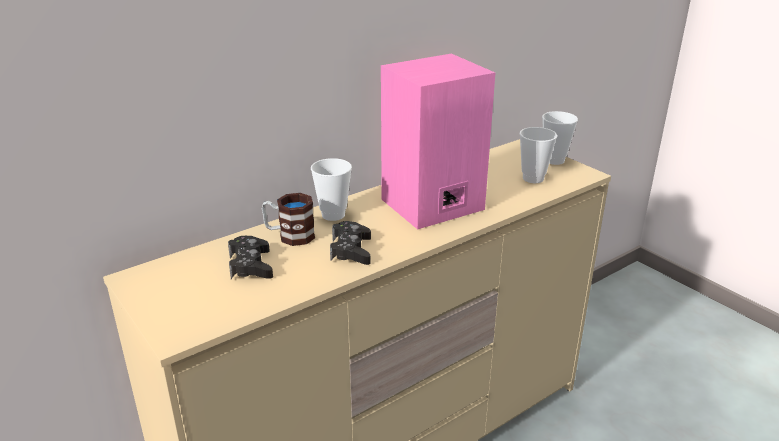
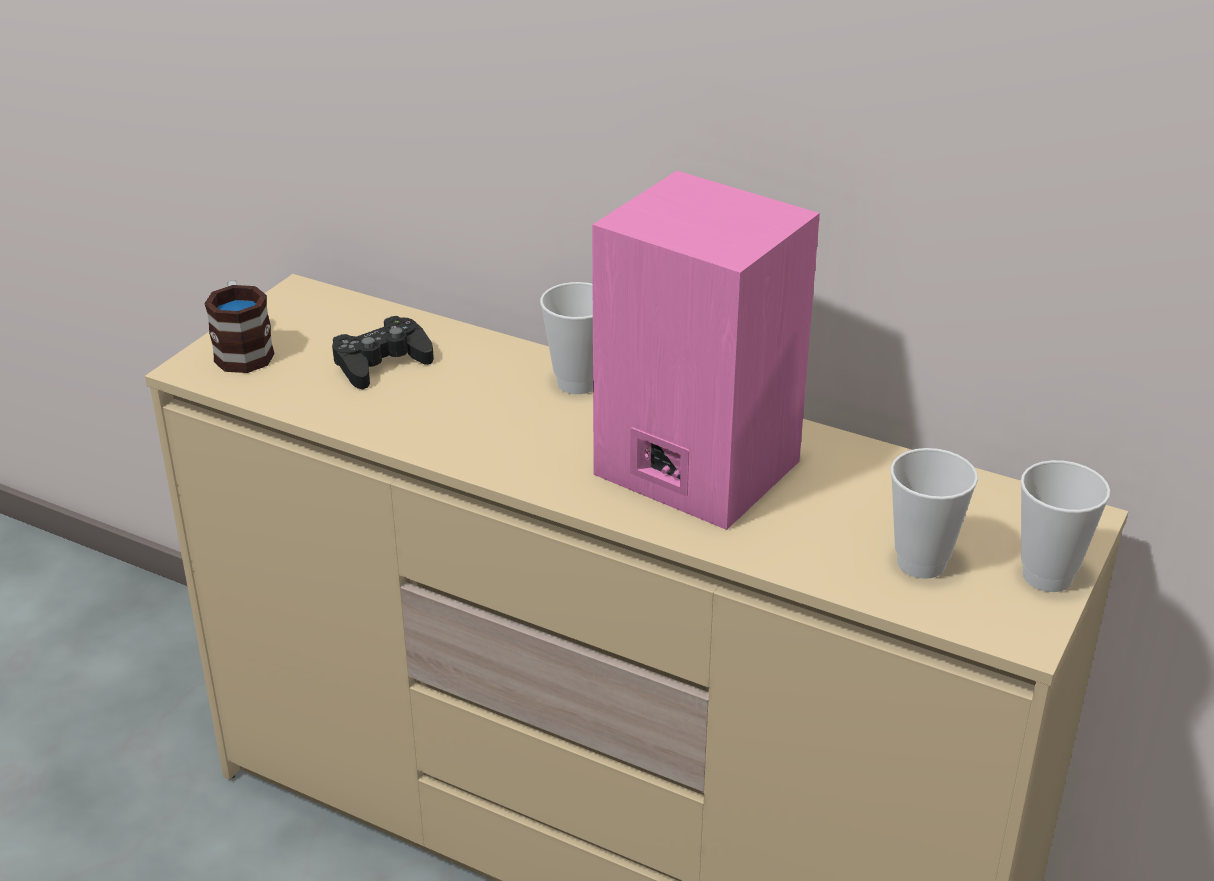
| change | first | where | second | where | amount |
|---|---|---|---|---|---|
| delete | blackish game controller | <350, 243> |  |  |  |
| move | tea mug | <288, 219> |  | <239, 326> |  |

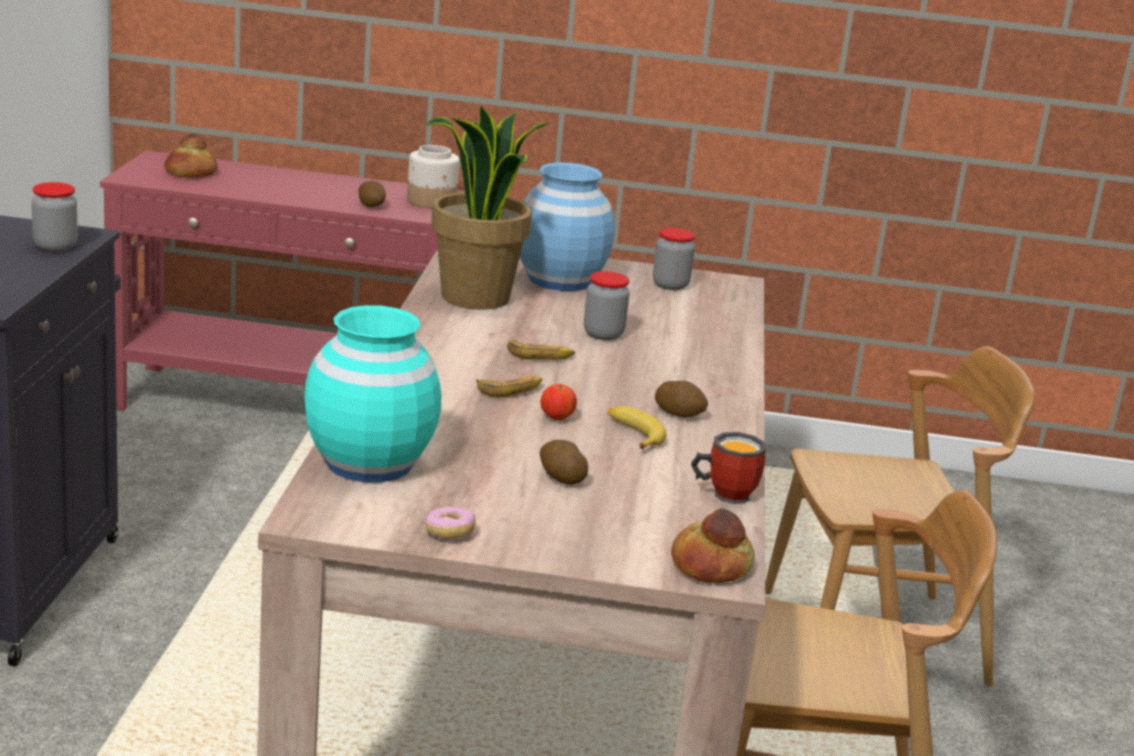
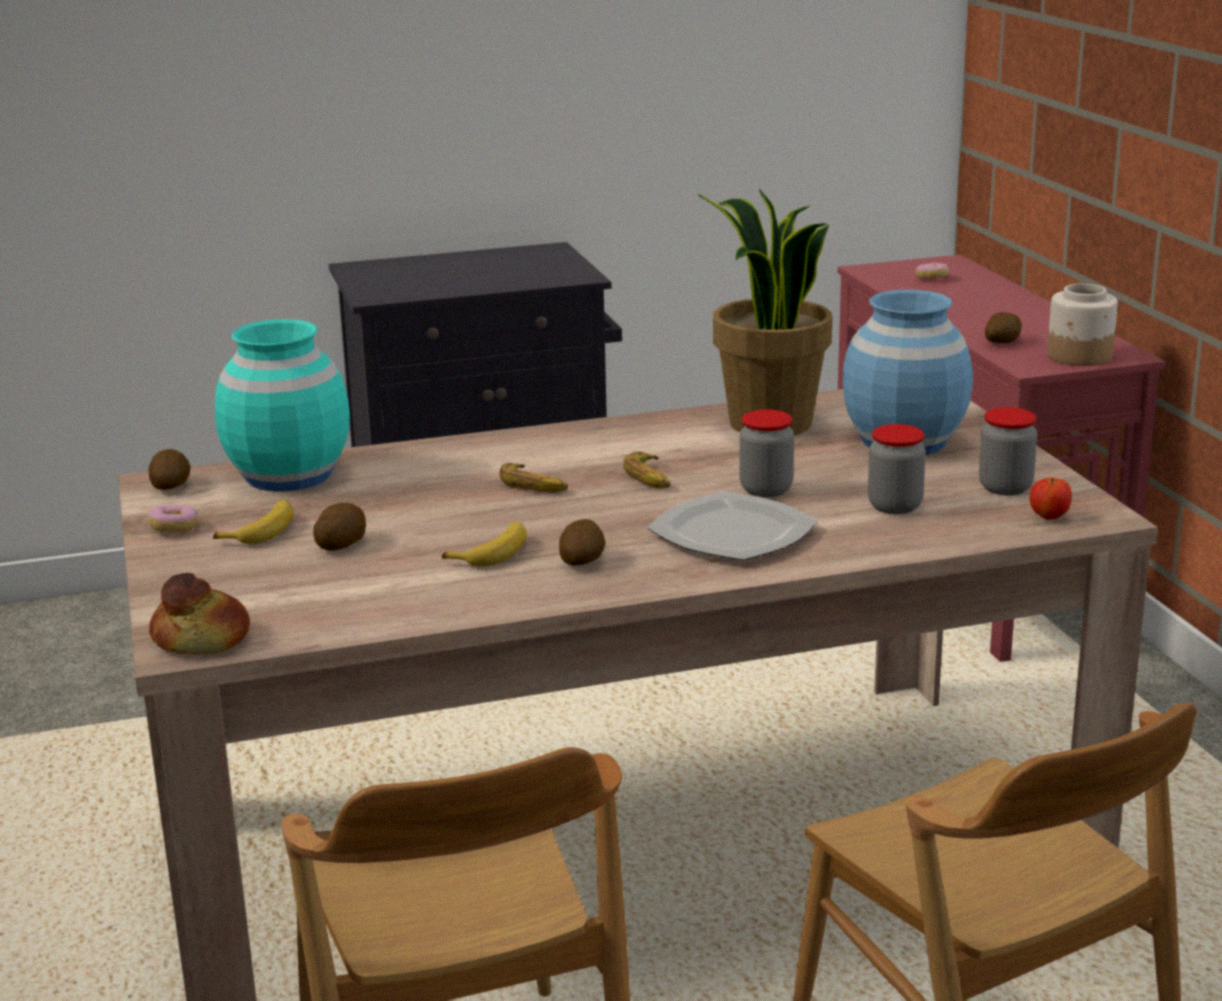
| change | first | where | second | where | amount |
|---|---|---|---|---|---|
| delete | tea mug | <728, 468> |  |  |  |
| insert |  |  | potato | <169, 469> |  |
| insert |  |  | banana | <253, 522> |  |
| insert |  |  | flat dish | <732, 526> |  |
| move | preserve jar | <54, 217> |  | <897, 469> |  |
| move | apple fruit | <559, 402> |  | <1051, 499> |  |
| replace | bread | <190, 155> | ring doughnut | <932, 271> |  |

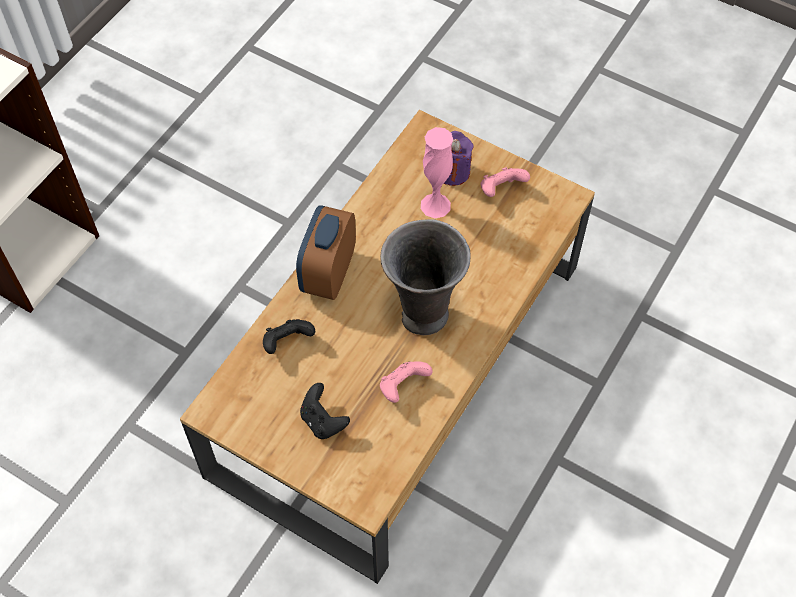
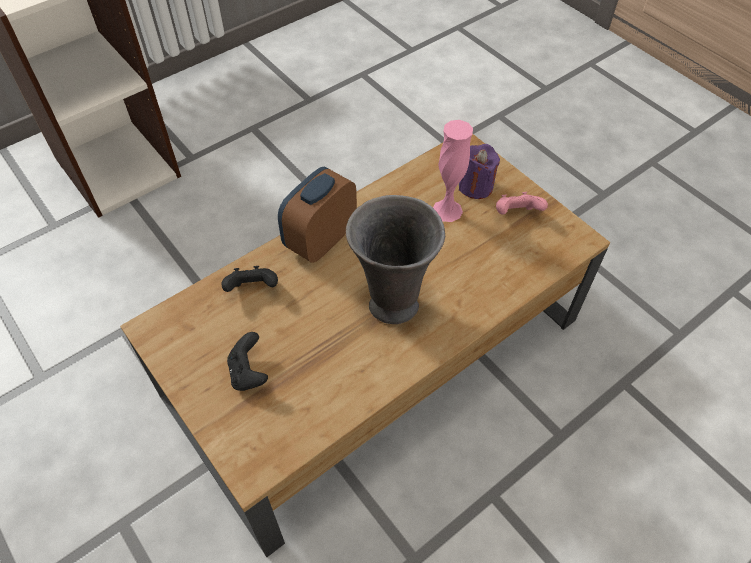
| change | first | where | second | where | amount |
|---|---|---|---|---|---|
| delete | pink game controller | <406, 382> |  |  |  |

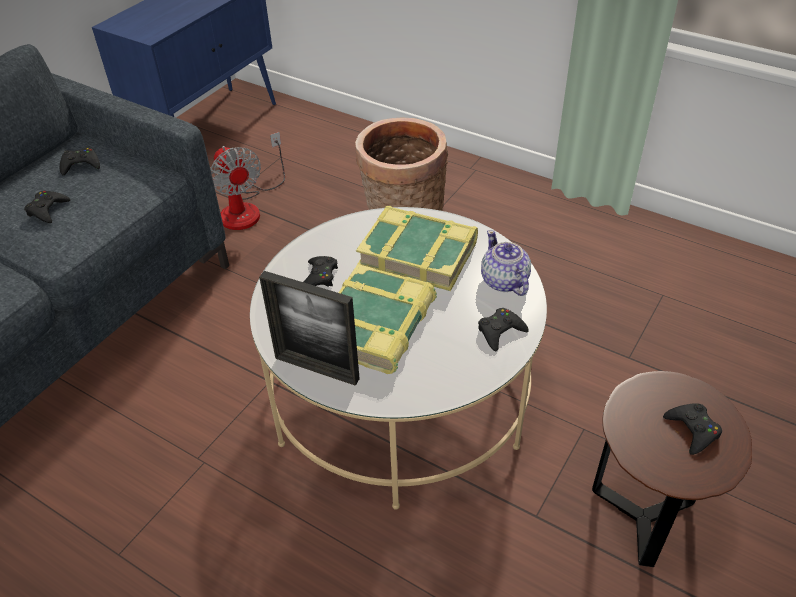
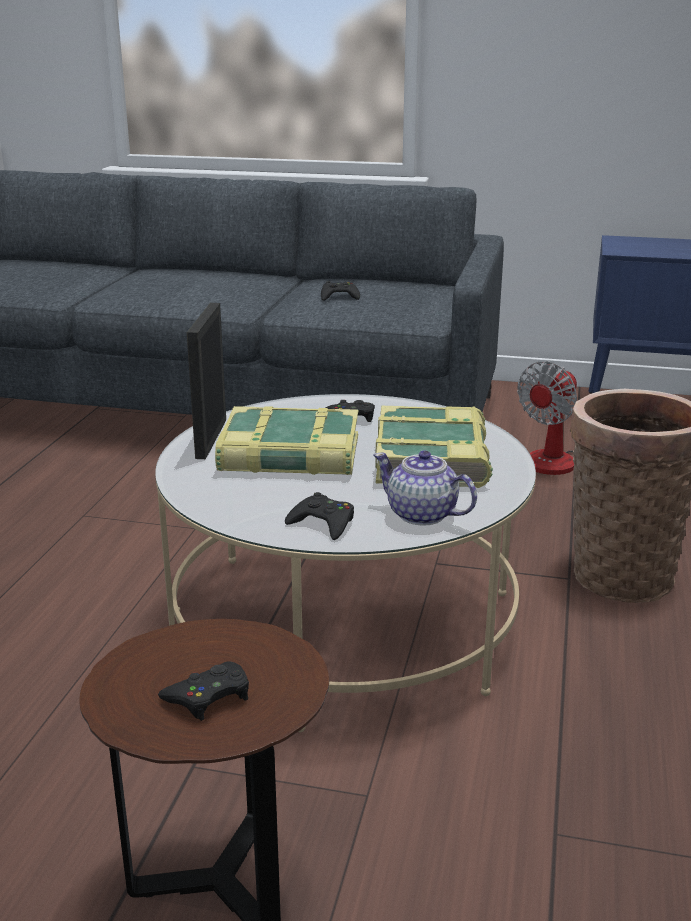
| change | first | where | second | where | amount |
|---|---|---|---|---|---|
| delete | blackish game controller | <80, 161> |  |  |  |
| rotate | pot for tea | <506, 263> |  | <425, 488> | 105 degrees counterclockwise |

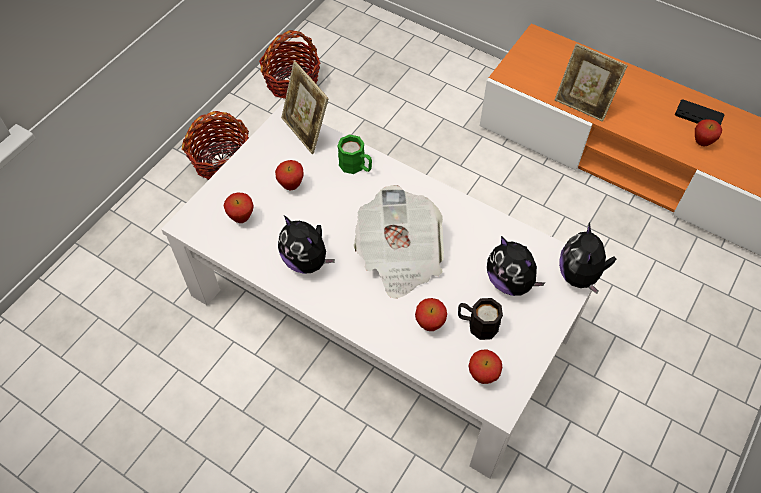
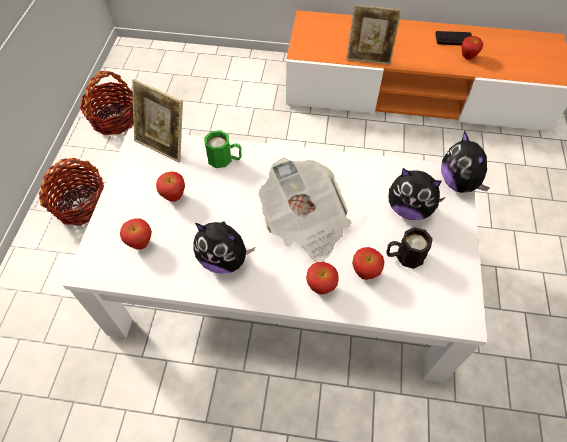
| change | first | where | second | where | amount |
|---|---|---|---|---|---|
| move | apple fruit | <485, 366> |  | <322, 278> |  |

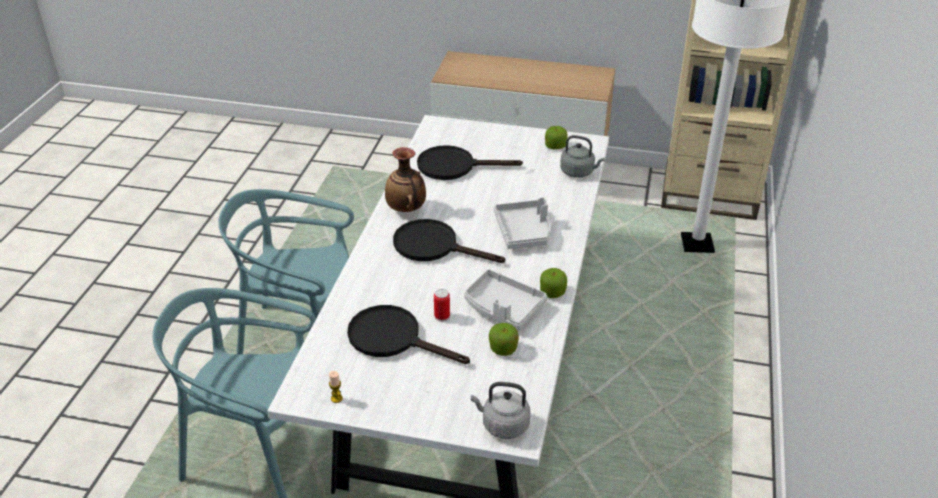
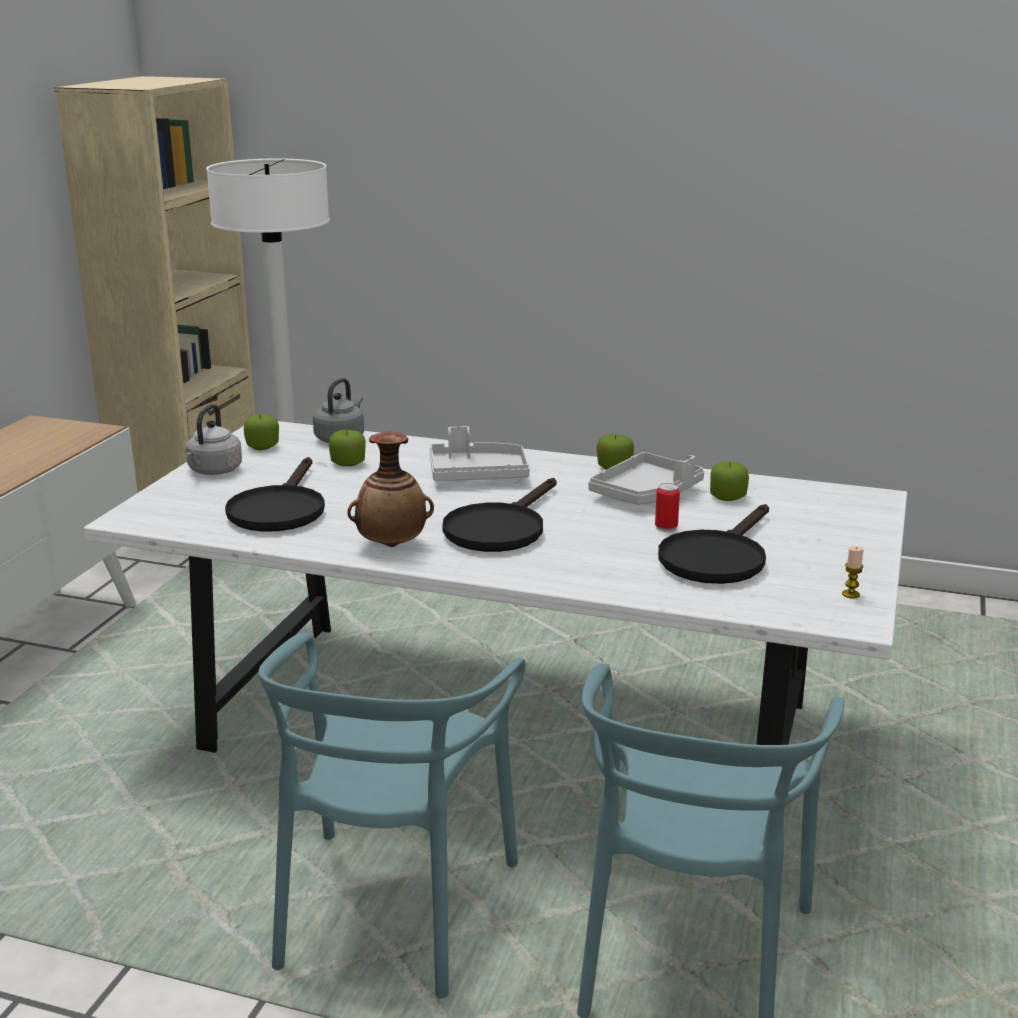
| change | first | where | second | where | amount |
|---|---|---|---|---|---|
| insert |  |  | apple fruit | <347, 448> |  |
| move | greyish water kettle | <500, 410> |  | <213, 439> |  |

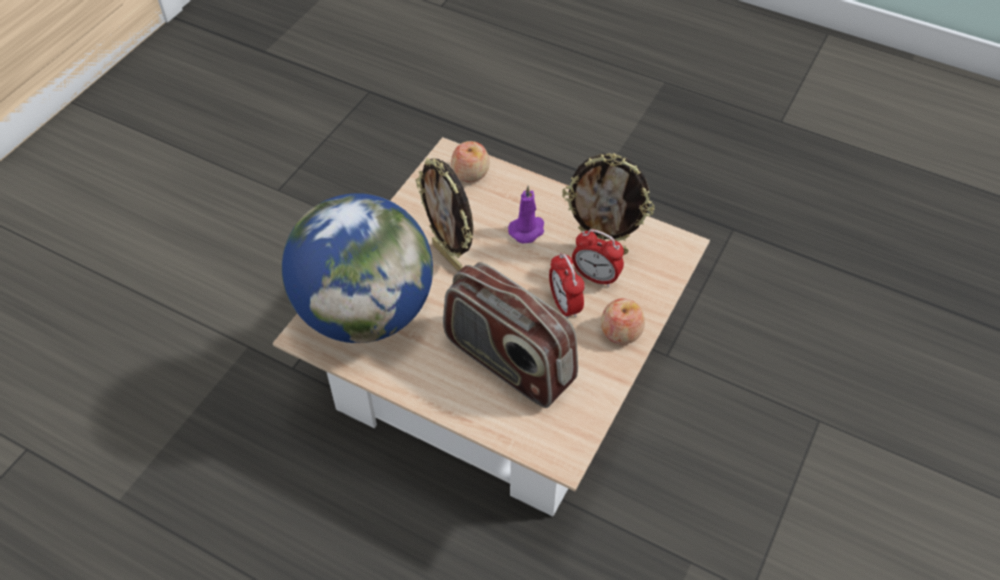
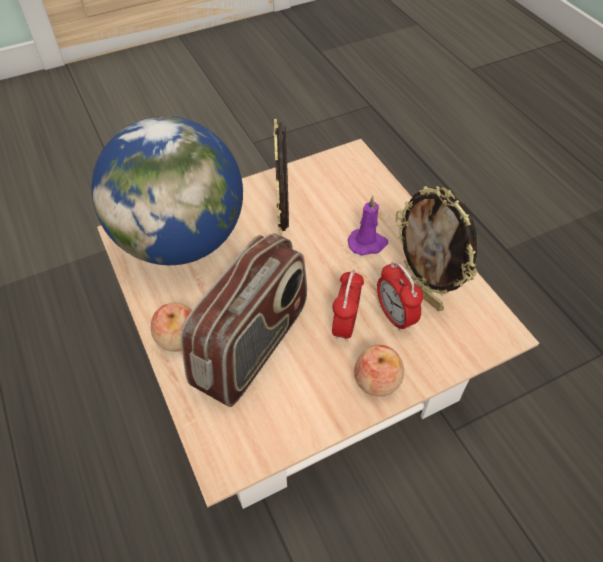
| change | first | where | second | where | amount |
|---|---|---|---|---|---|
| move | apple fruit | <470, 161> |  | <171, 327> |  |
| rotate | radio | <510, 335> |  | <244, 320> | 135 degrees counterclockwise |

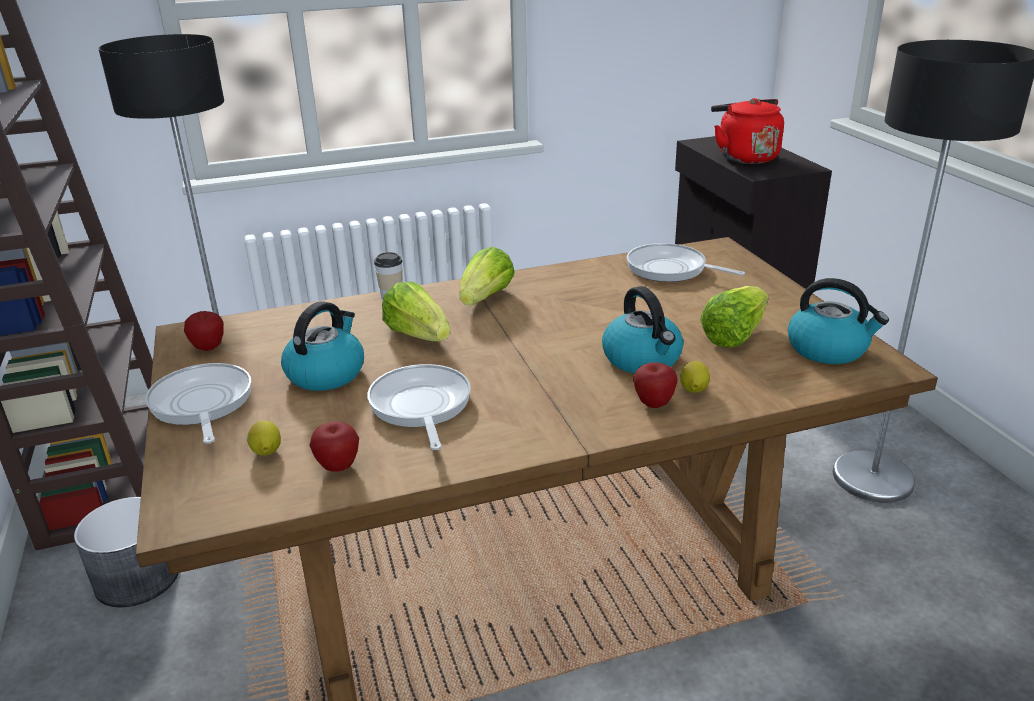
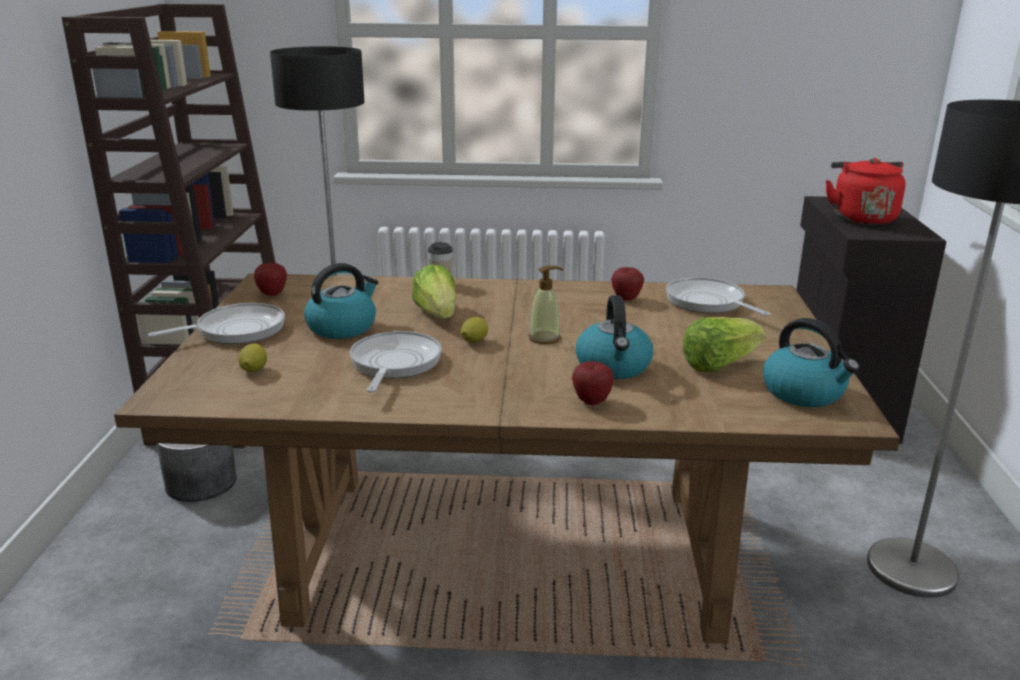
| change | first | where | second | where | amount |
|---|---|---|---|---|---|
| delete | lettuce | <486, 276> |  |  |  |
| insert |  |  | soap dispenser | <546, 305> |  |
| move | apple fruit | <334, 446> |  | <627, 284> |  |
| move | whole lemon | <695, 377> |  | <474, 330> |  |
| rotate | frying pan | <198, 403> |  | <216, 323> | 60 degrees clockwise |

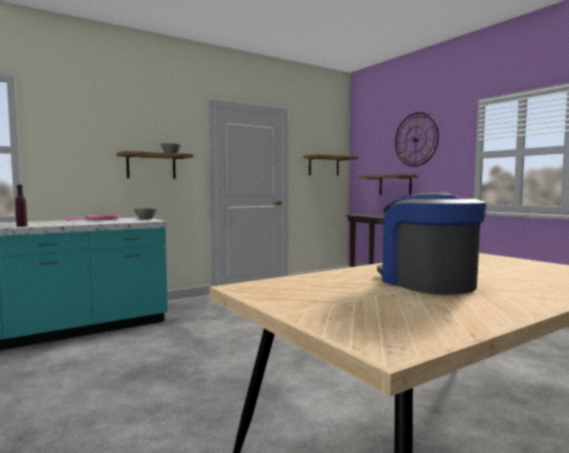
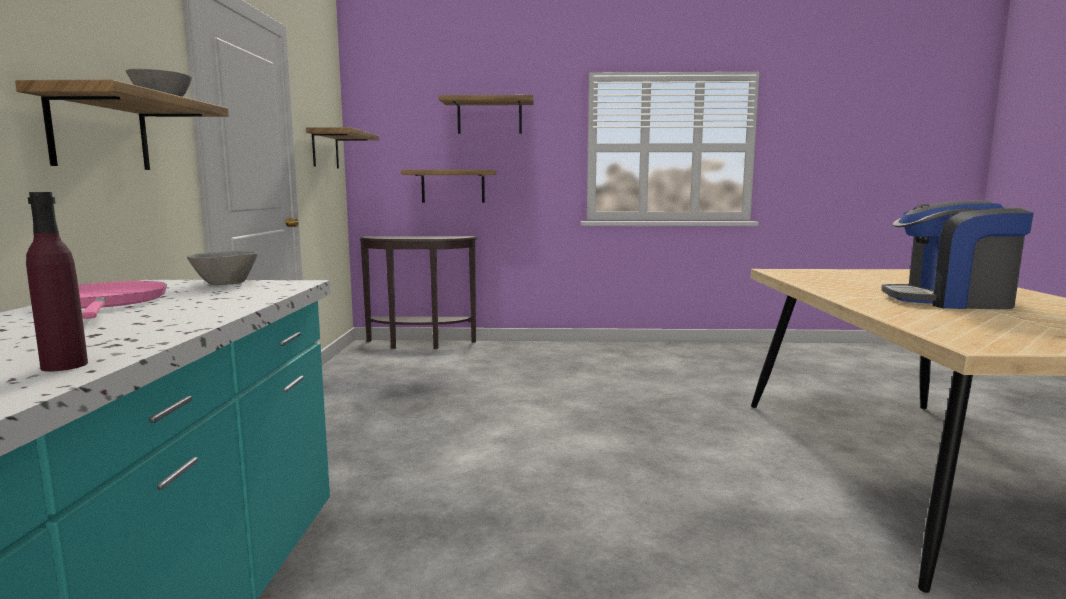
| change | first | where | second | where | amount |
|---|---|---|---|---|---|
| replace | clock on the wall | <417, 139> | shelf | <486, 114> |  |

